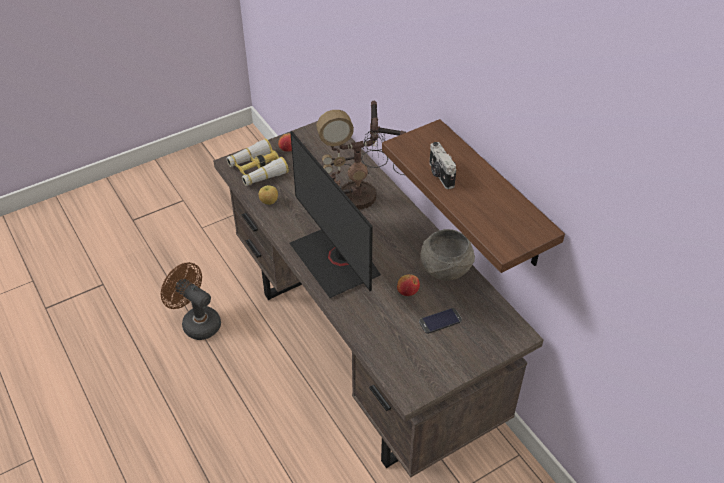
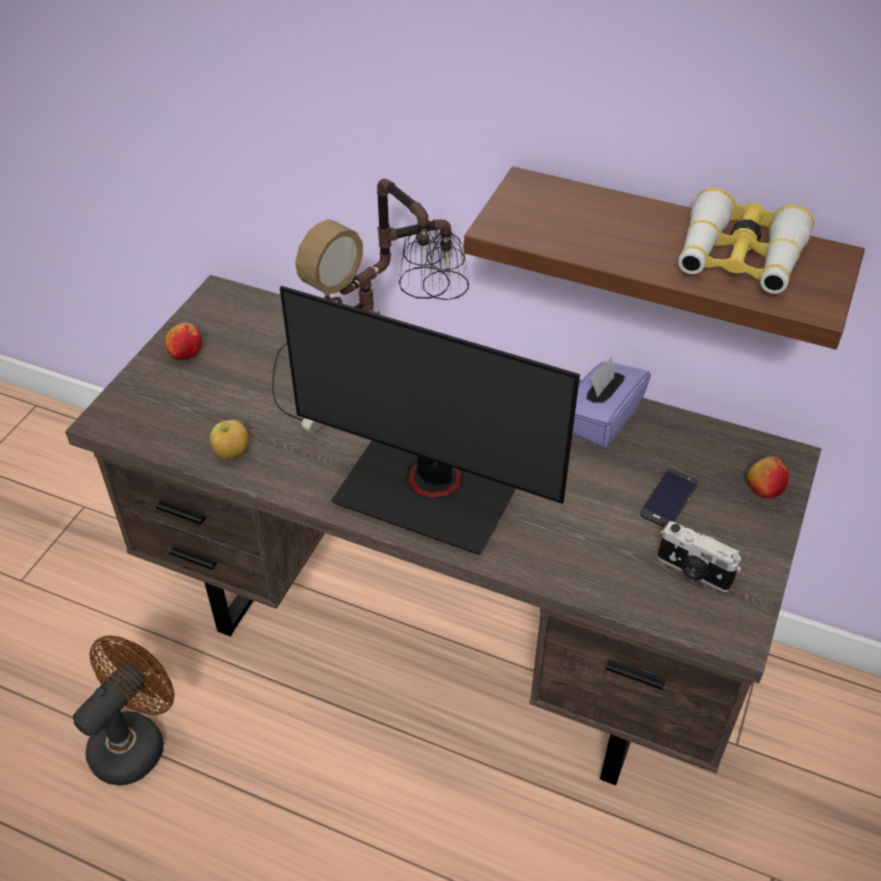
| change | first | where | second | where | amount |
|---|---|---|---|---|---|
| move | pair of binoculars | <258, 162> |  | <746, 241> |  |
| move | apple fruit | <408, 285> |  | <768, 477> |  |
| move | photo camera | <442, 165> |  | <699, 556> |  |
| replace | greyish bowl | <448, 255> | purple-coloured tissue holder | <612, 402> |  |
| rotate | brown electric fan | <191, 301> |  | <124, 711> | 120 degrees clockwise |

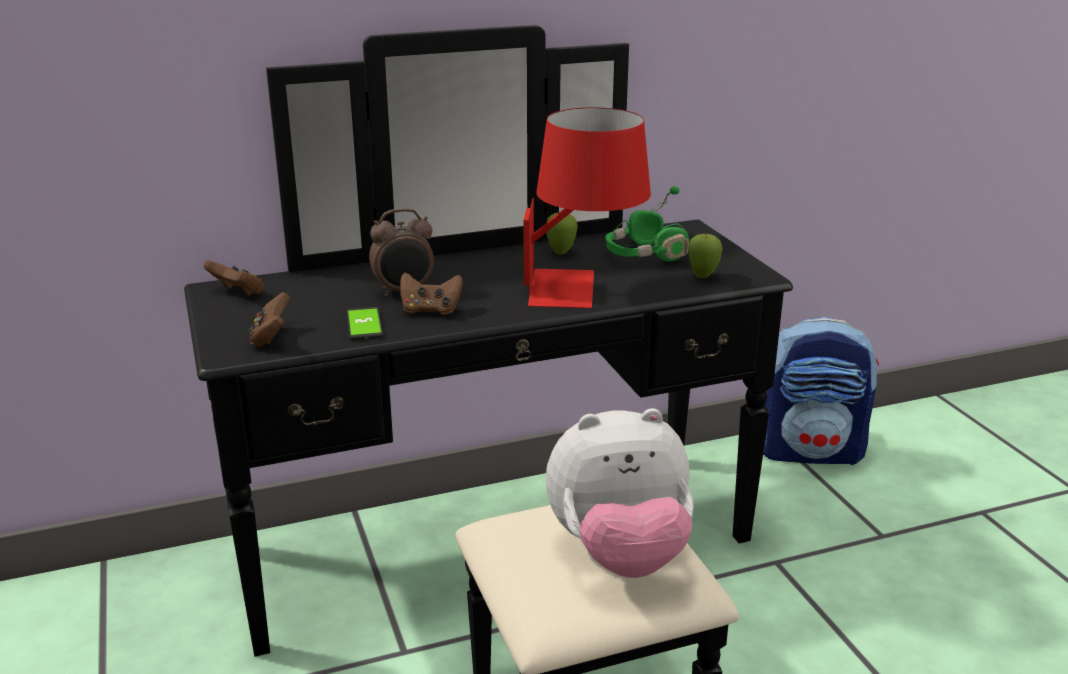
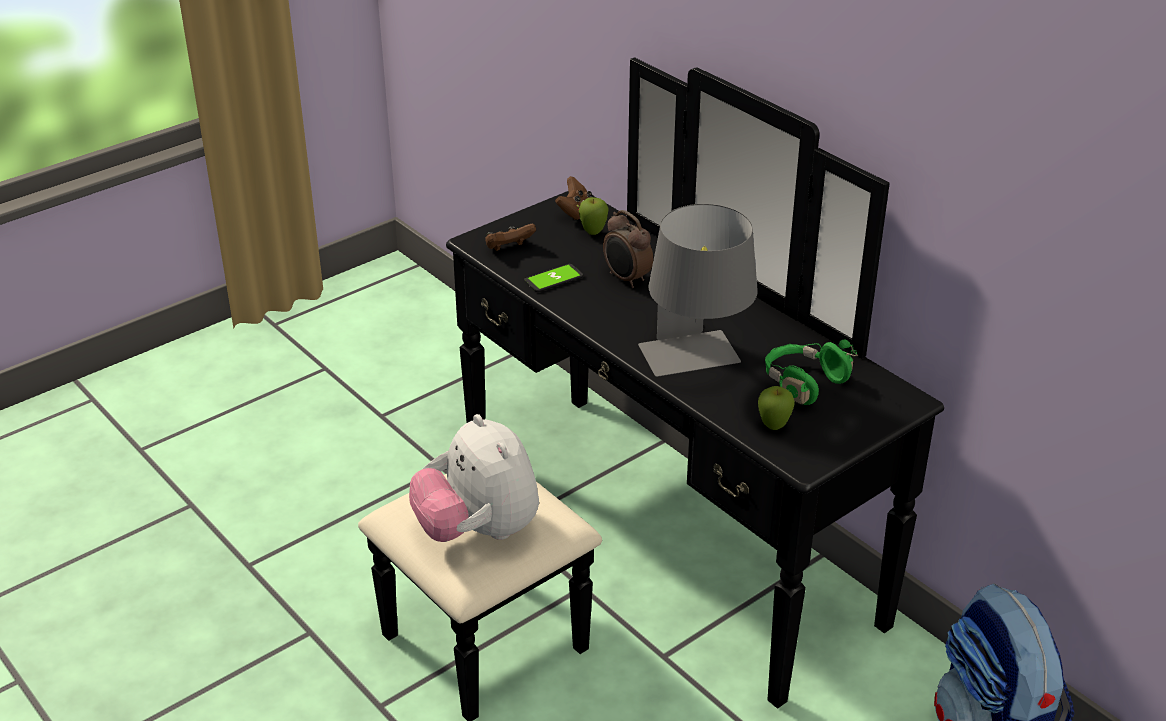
| change | first | where | second | where | amount |
|---|---|---|---|---|---|
| delete | brown game controller | <431, 294> |  |  |  |
| move | apple fruit | <562, 233> |  | <594, 216> |  |
| recolor | red table lamp | <587, 207> | greyish table lamp | <698, 290> |  |

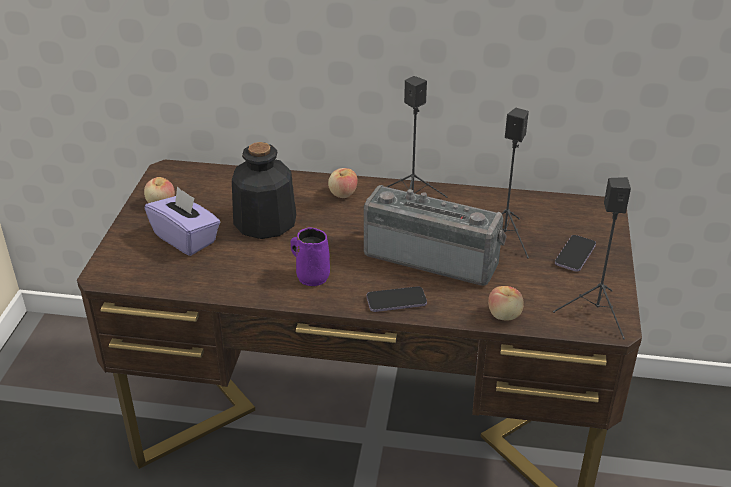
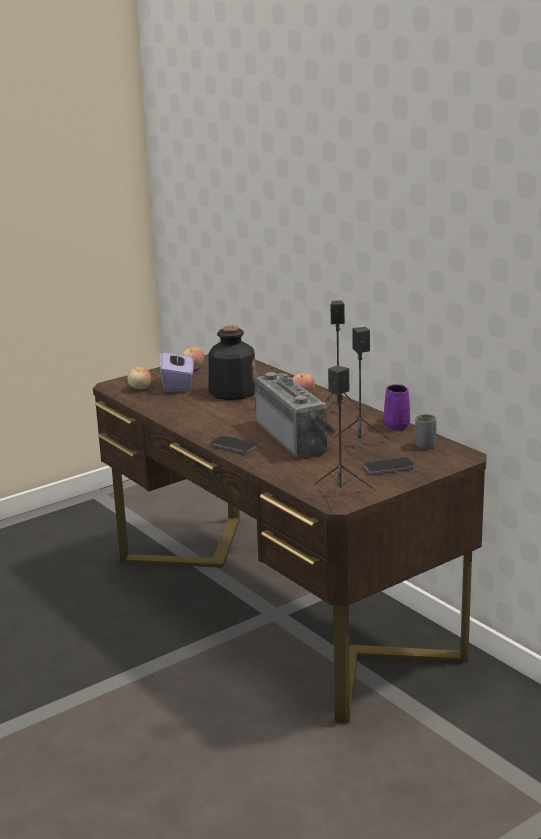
| change | first | where | second | where | amount |
|---|---|---|---|---|---|
| insert |  |  | greyish cup | <426, 431> |  |
| move | purple-coloured tea mug | <310, 256> |  | <396, 407> |  |
| move | apple fruit | <506, 303> |  | <139, 378> |  |

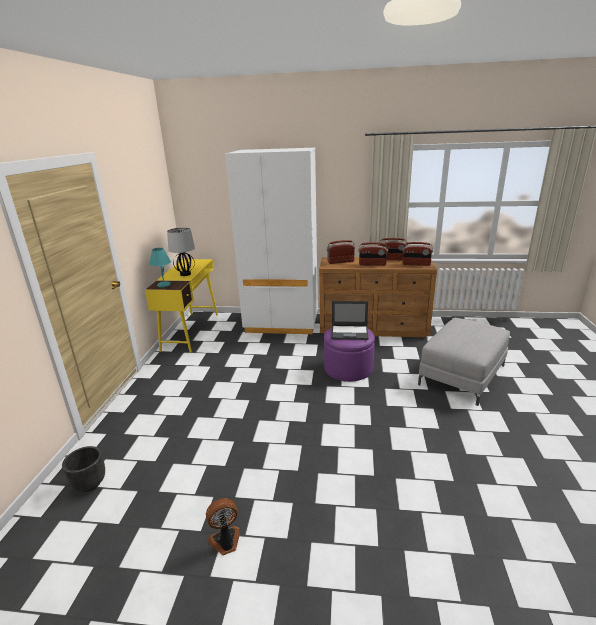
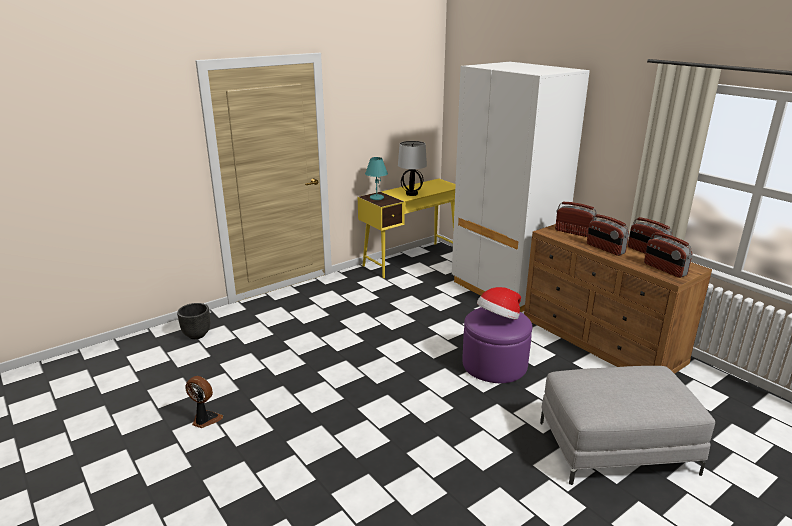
| change | first | where | second | where | amount |
|---|---|---|---|---|---|
| replace | portable computer | <350, 320> | clothing hat | <499, 303> |  |

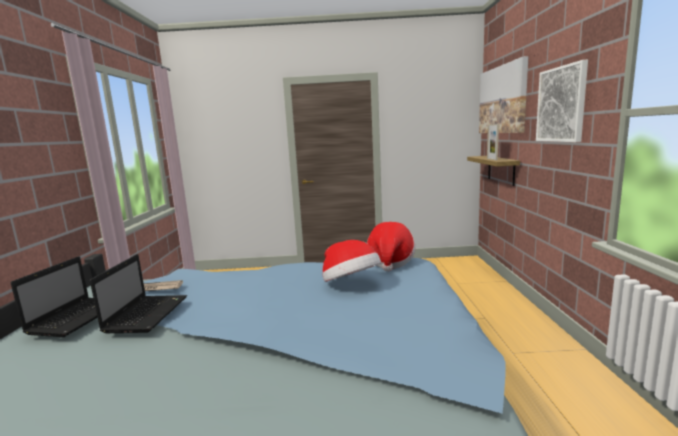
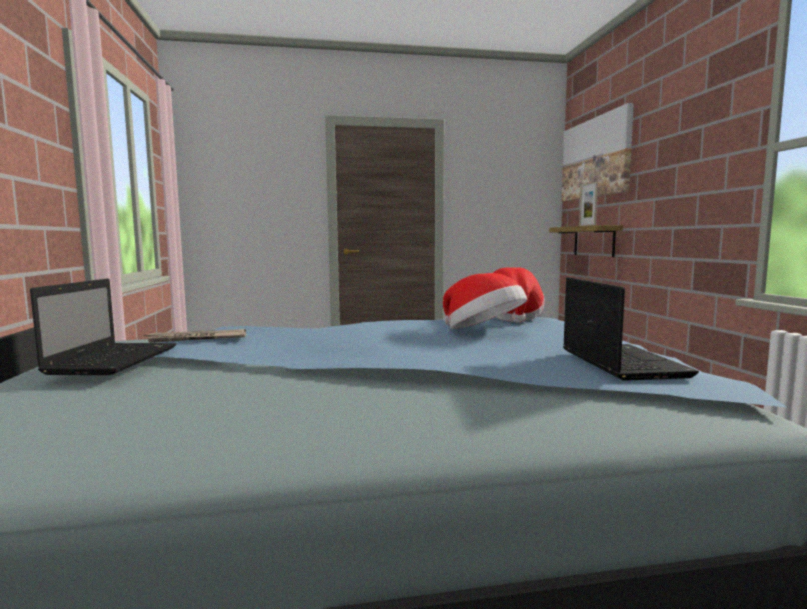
| change | first | where | second | where | amount |
|---|---|---|---|---|---|
| delete | wall picture | <562, 101> |  |  |  |
| move | portable computer | <138, 293> |  | <631, 329> |  |

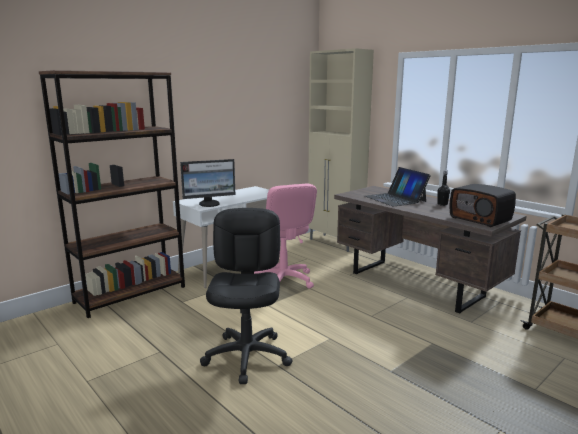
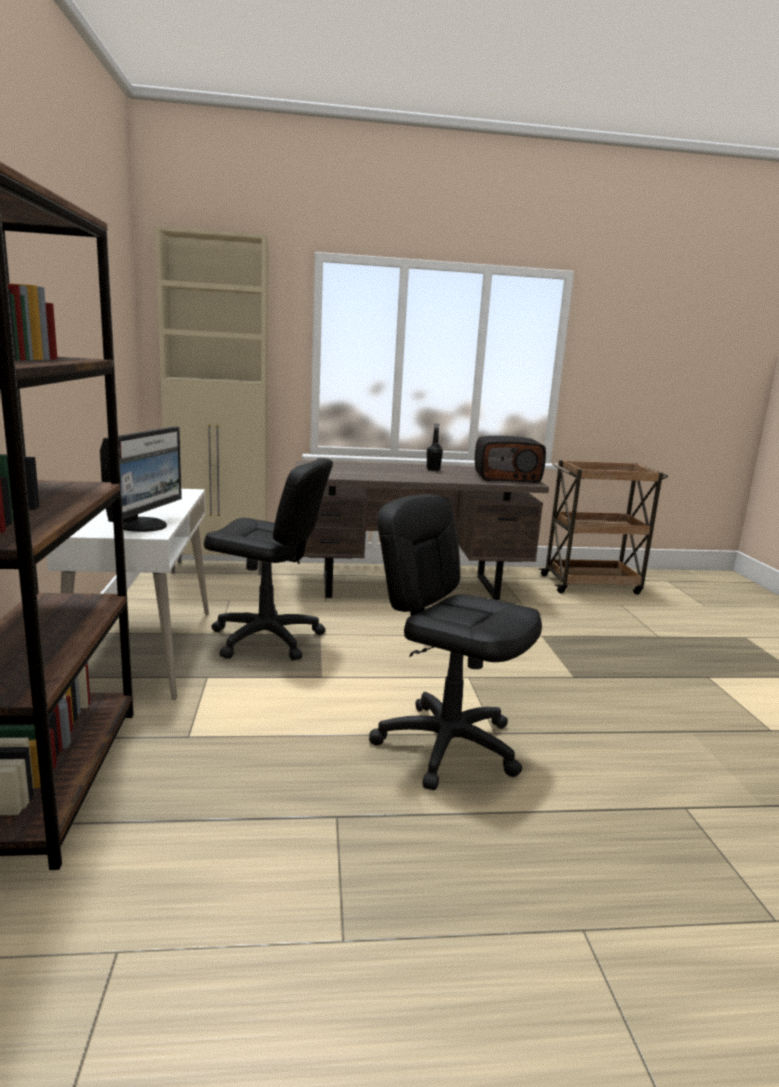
| change | first | where | second | where | amount |
|---|---|---|---|---|---|
| delete | portable computer | <398, 187> |  |  |  |
| recolor | pink computer chair | <285, 236> | blackish computer chair | <268, 559> |  |

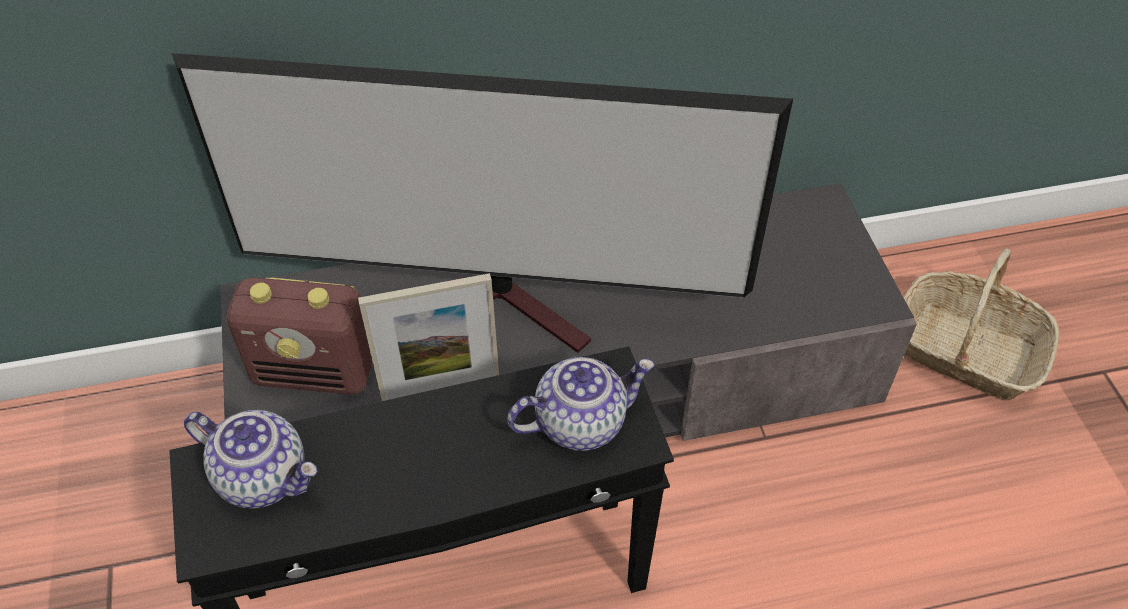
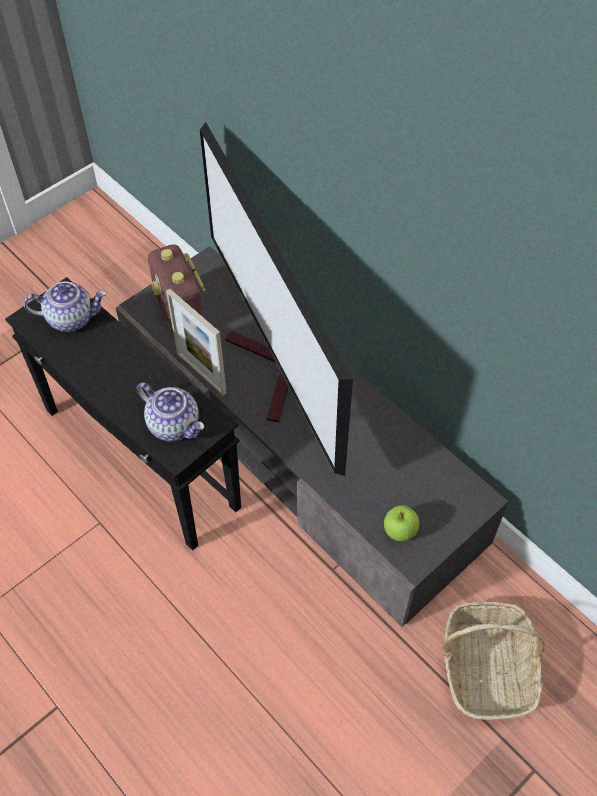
| change | first | where | second | where | amount |
|---|---|---|---|---|---|
| insert |  |  | apple fruit | <401, 523> |  |
| rotate | pot for tea | <251, 459> |  | <65, 306> | 90 degrees counterclockwise |

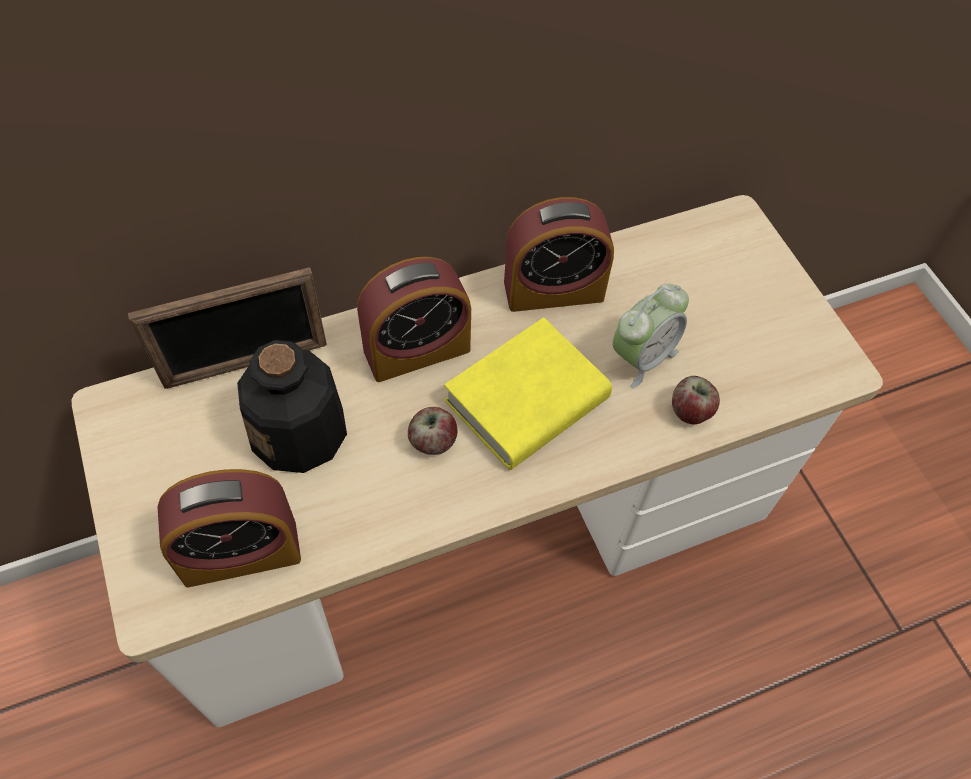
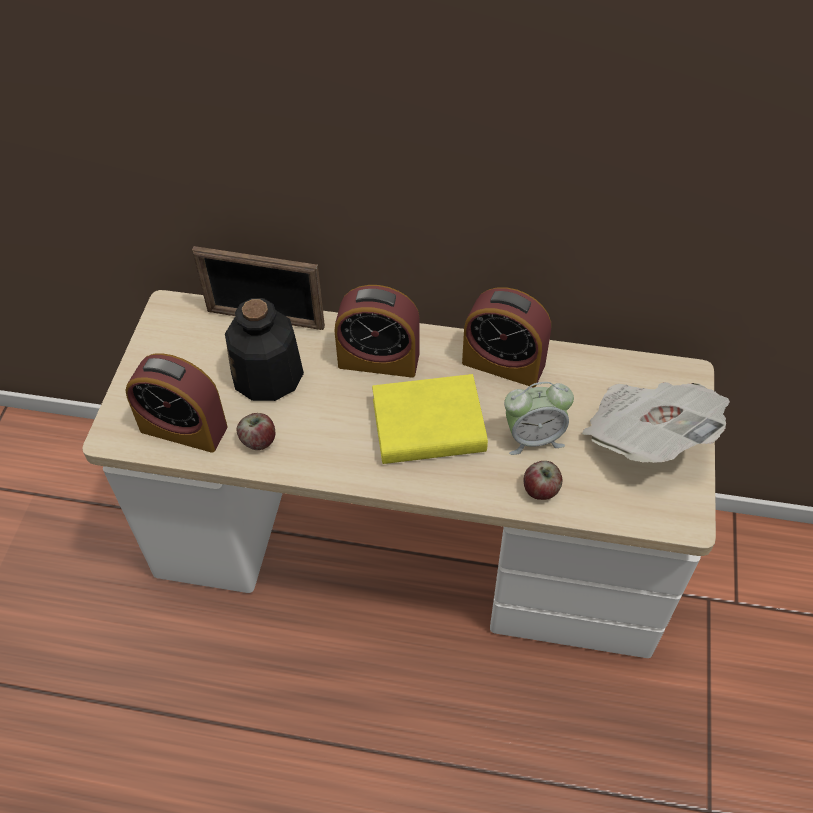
| change | first | where | second | where | amount |
|---|---|---|---|---|---|
| insert |  |  | daily paper | <656, 422> |  |
| move | apple fruit | <432, 431> |  | <256, 431> |  |

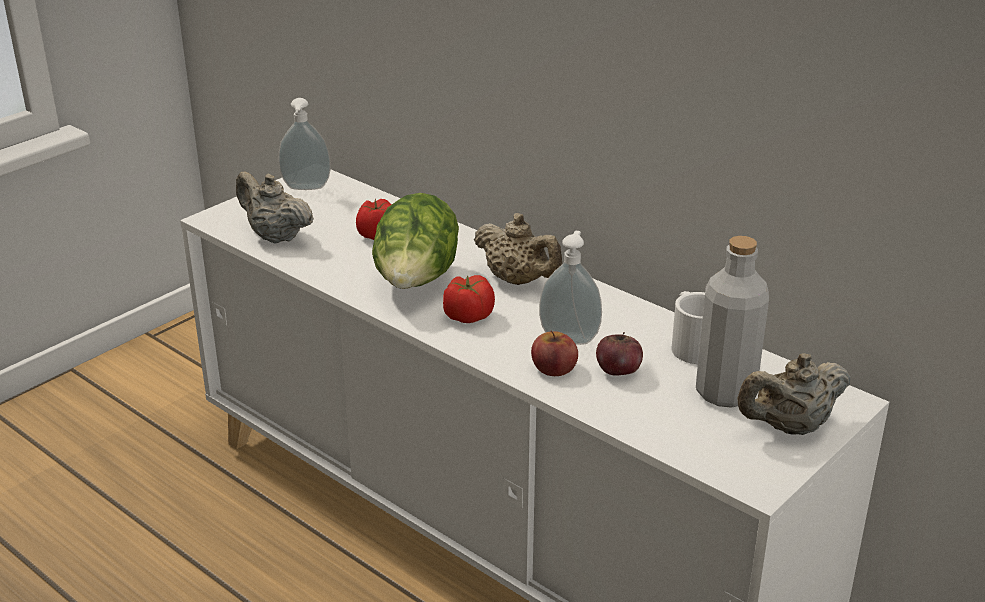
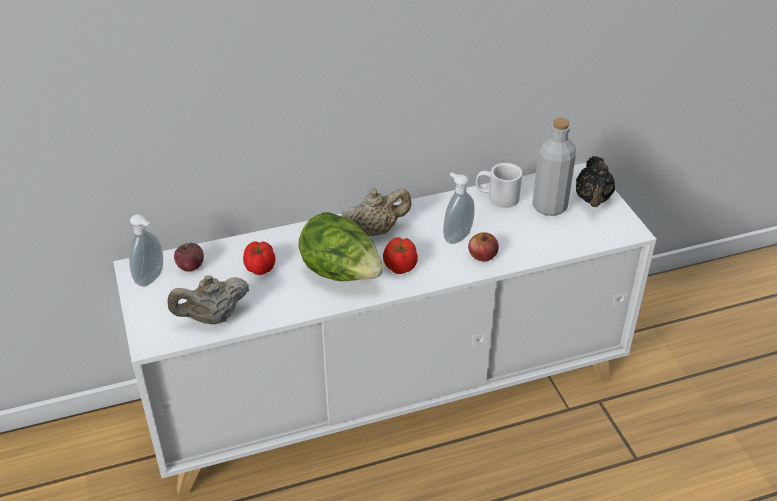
| change | first | where | second | where | amount |
|---|---|---|---|---|---|
| move | apple fruit | <619, 354> |  | <189, 257> |  |
| recolor | beige pot for tea | <794, 394> | blackish pot for tea | <595, 181> |  |

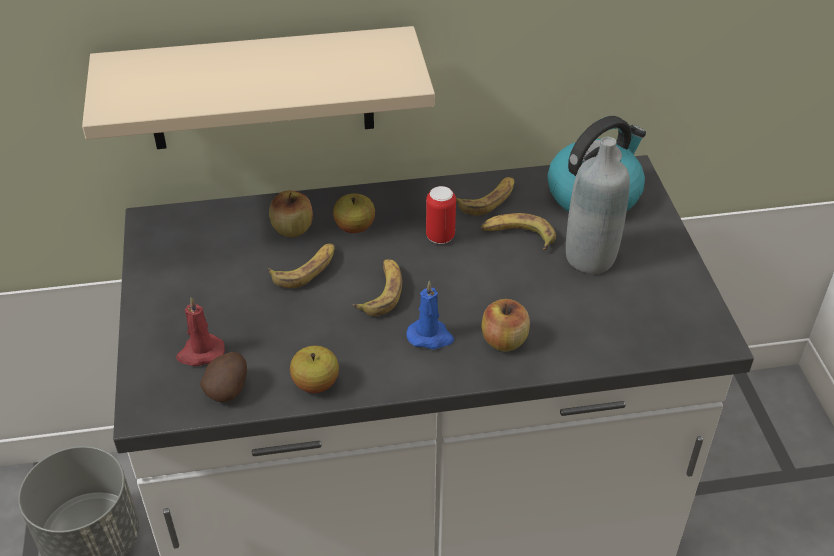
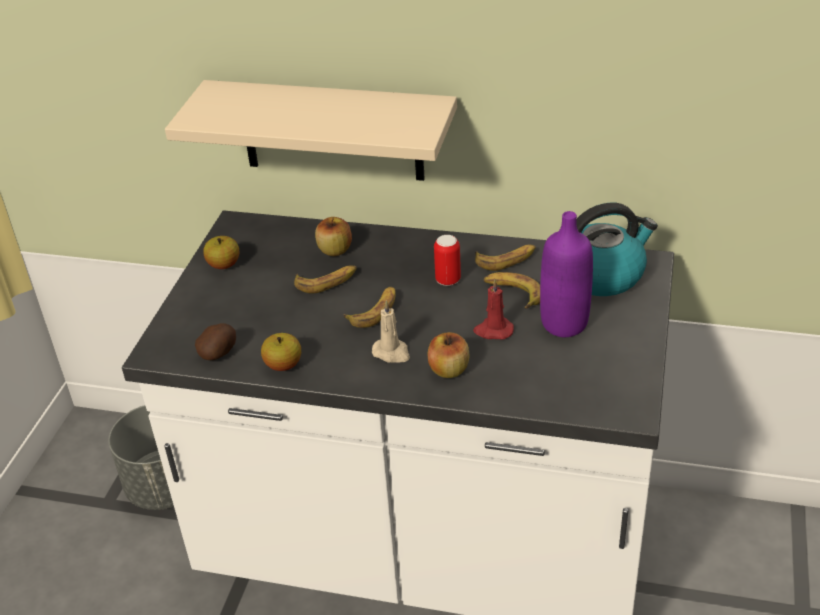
| change | first | where | second | where | amount |
|---|---|---|---|---|---|
| move | red wax candle | <200, 331> |  | <493, 309> |  |
| move | apple fruit | <354, 213> |  | <221, 252> |  |
| recolor | blue wax candle | <430, 314> | beige wax candle | <391, 331> |  |
| recolor | greyish bottle | <598, 205> | purple-coloured bottle | <566, 274> |  |

